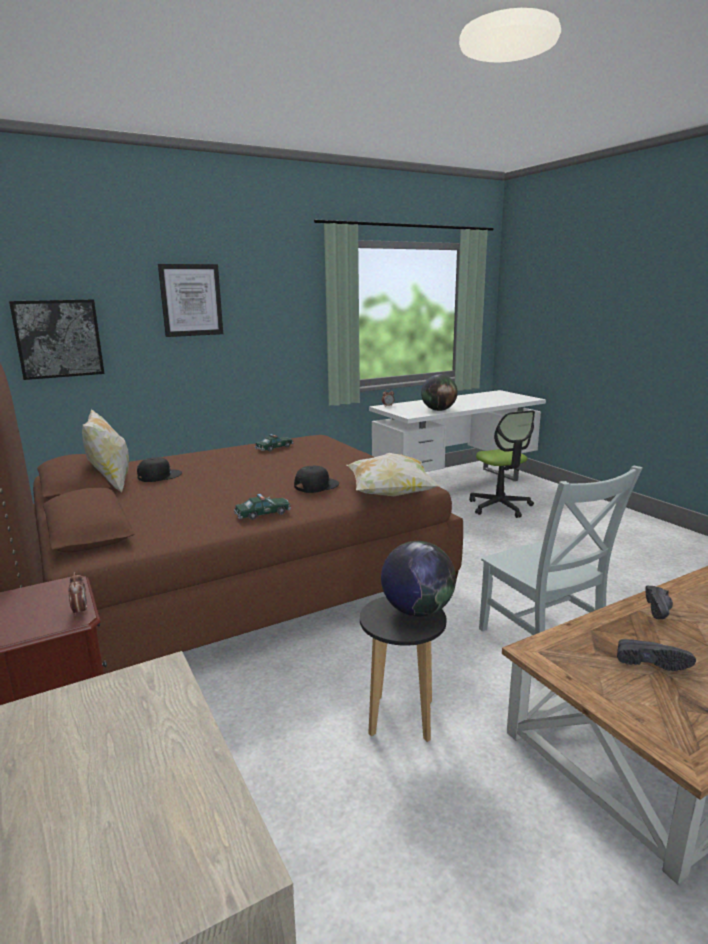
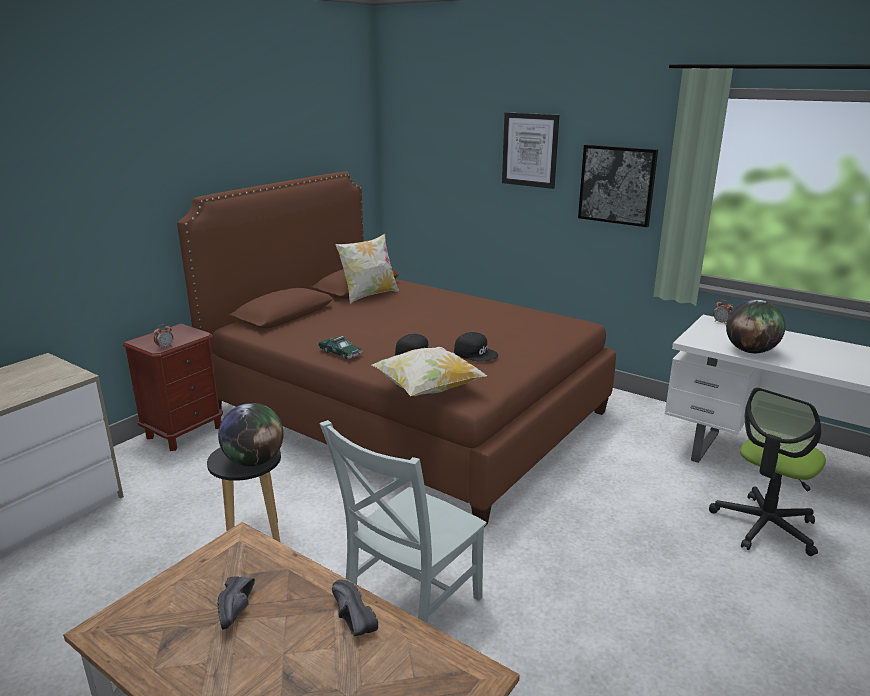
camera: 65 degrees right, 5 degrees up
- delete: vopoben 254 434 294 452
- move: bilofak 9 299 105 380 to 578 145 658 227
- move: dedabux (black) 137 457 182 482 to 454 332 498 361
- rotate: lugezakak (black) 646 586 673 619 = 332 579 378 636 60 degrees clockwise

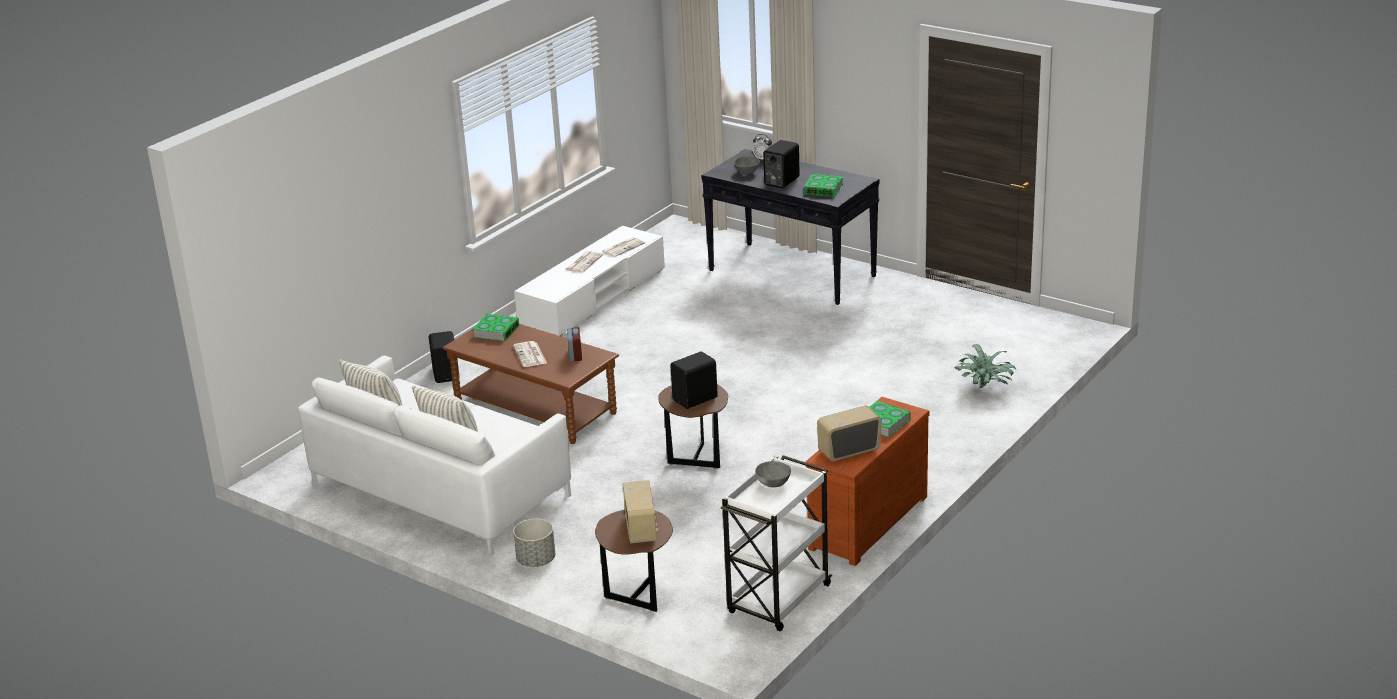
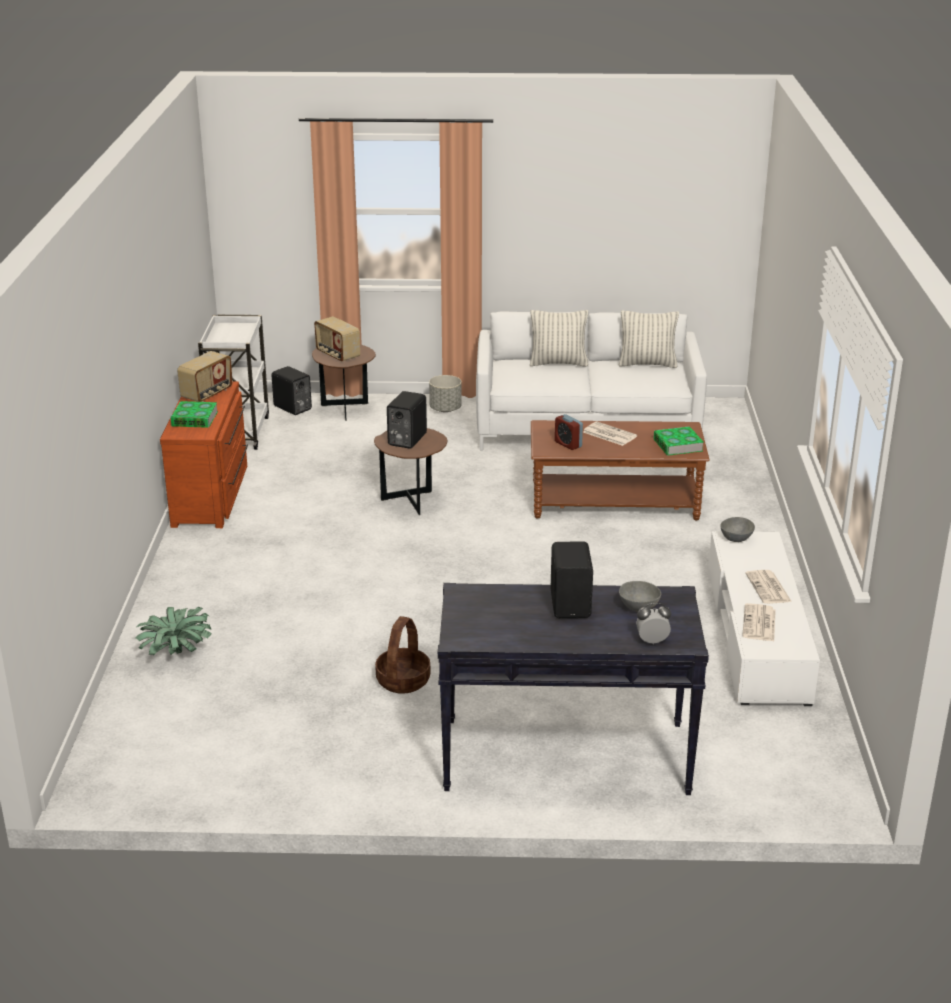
camera: 145 degrees right, 0 degrees up
- delete: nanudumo 804 174 843 197
- insert: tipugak 375 616 431 694
- move: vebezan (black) 429 331 460 383 to 271 366 312 415
- move: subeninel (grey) 755 461 791 488 to 721 517 755 542

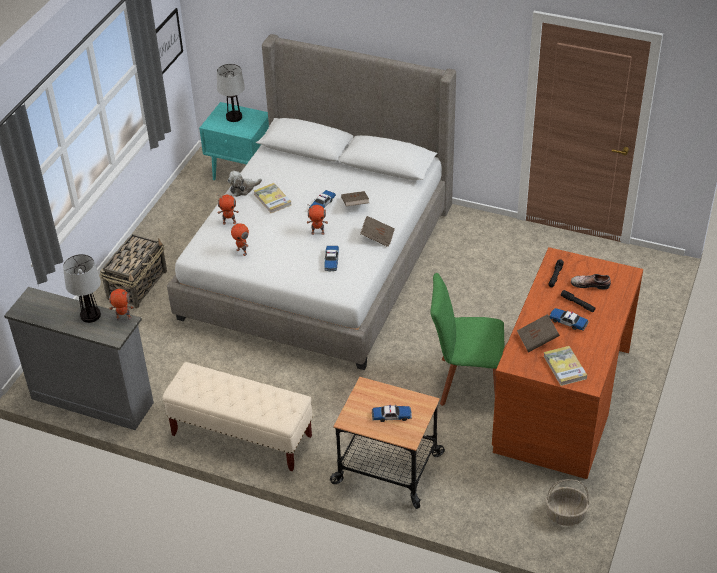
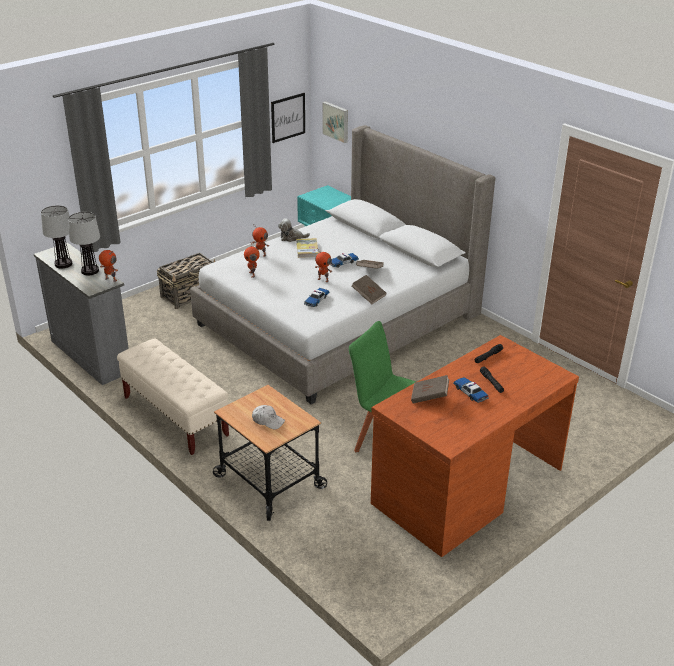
camera: 25 degrees right, 10 degrees down
- delete: nanudumo 543 346 587 386
- delete: tipugak 545 479 590 526
- delete: lugezakak 571 274 611 289
- insert: bilofak 322 101 348 143
- move: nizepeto 217 64 245 122 to 41 205 72 268
- replace: vopoben 372 405 412 422 to dedabux (white) 252 405 285 430

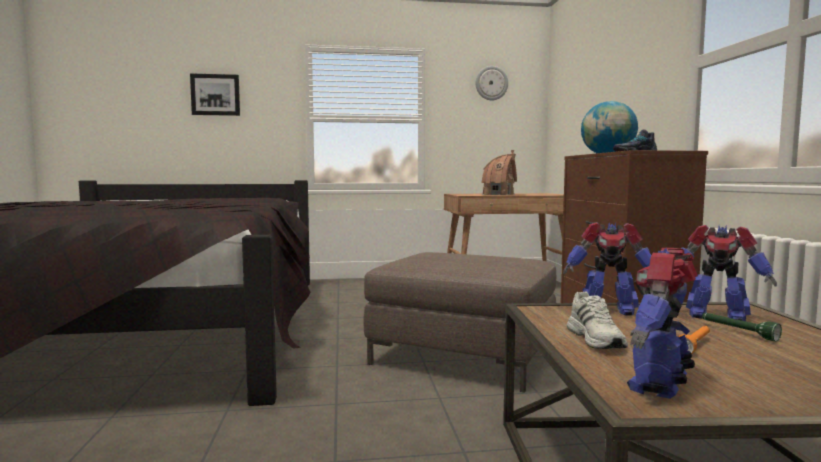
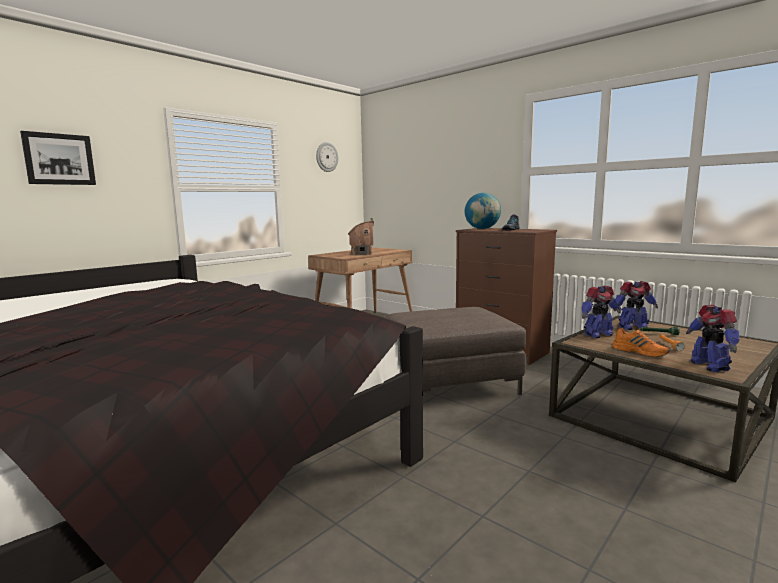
camera: 40 degrees left, 5 degrees up
- recolor: lugezakak (white) 567 291 628 349 to lugezakak (orange) 612 328 669 357

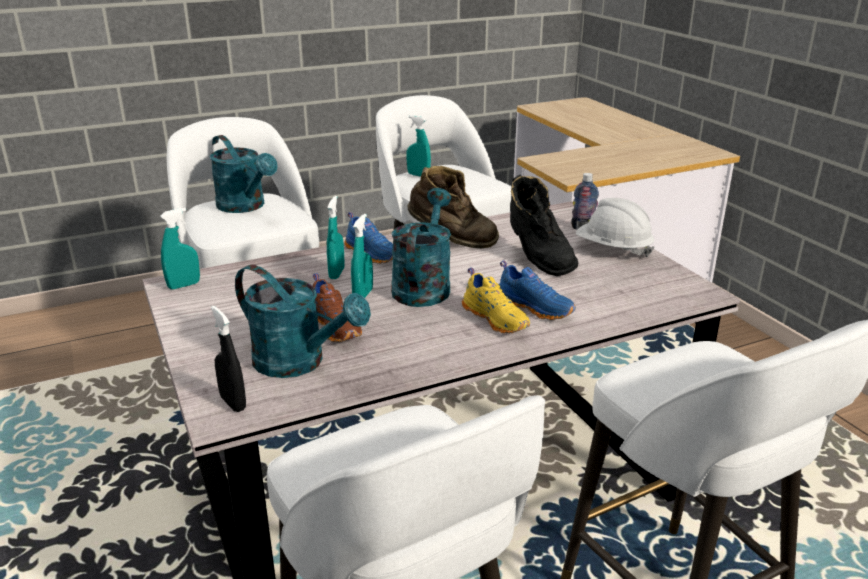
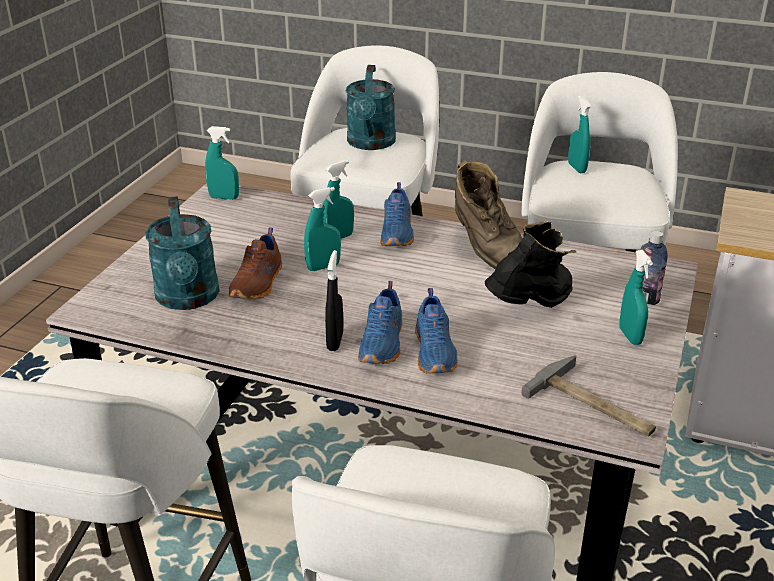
camera: 45 degrees right, 5 degrees up
- delete: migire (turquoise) 391 188 451 307
- insert: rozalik 521 355 656 437
- move: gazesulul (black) 211 306 246 412 to 325 250 343 351
- replace: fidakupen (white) 576 198 655 257 to gazesulul (turquoise) 619 250 653 345
- recolor: lugezakak (yellow) 462 267 530 334 to lugezakak (blue) 358 281 403 364
- rotate: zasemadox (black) 510 175 578 276 = 485 221 576 308 150 degrees counterclockwise

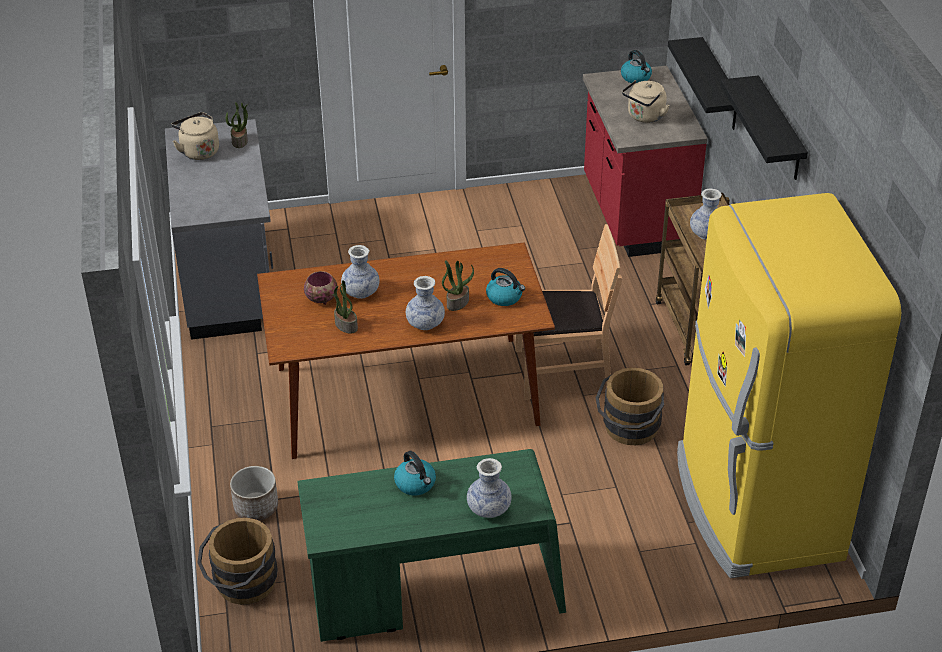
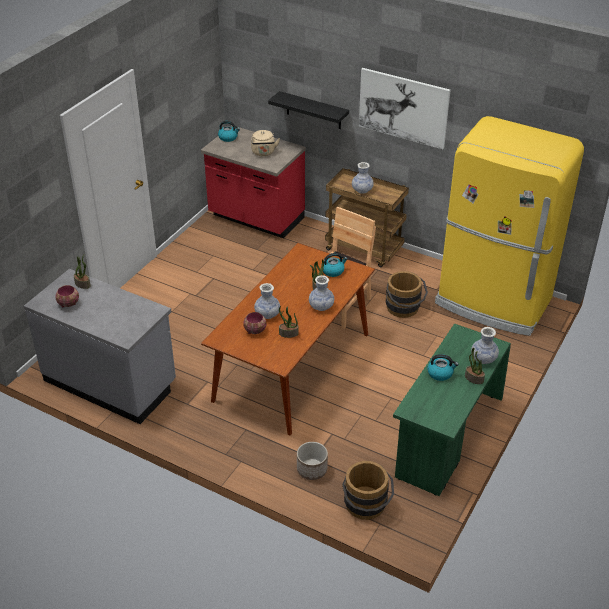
camera: 50 degrees left, 0 degrees up
- insert: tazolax 465 348 485 384
- replace: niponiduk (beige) 171 112 219 160 to subeninel 56 285 79 308
- replace: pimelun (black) 720 75 808 180 to bilofak 359 68 450 149

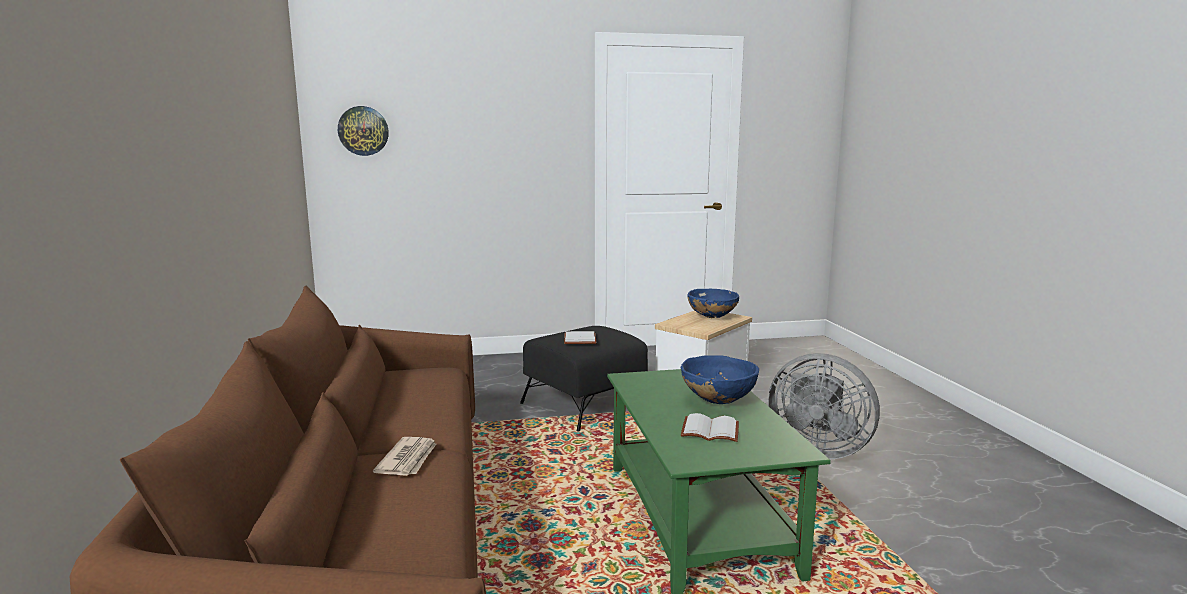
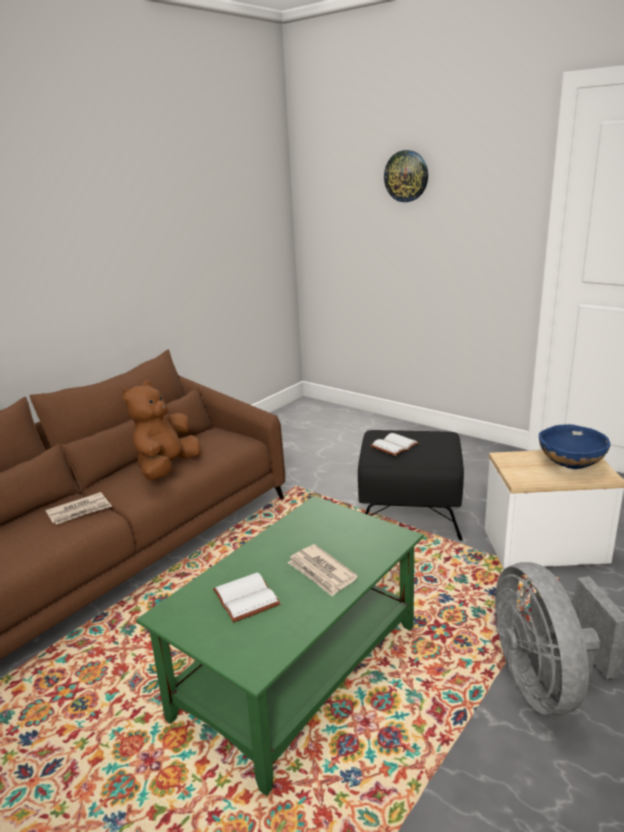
camera: 50 degrees right, 10 degrees up
- insert: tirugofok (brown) 122 381 201 480
- move: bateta 338 106 389 156 to 384 150 428 202
- replace: subeninel (blue) 680 355 759 404 to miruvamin 287 544 358 597

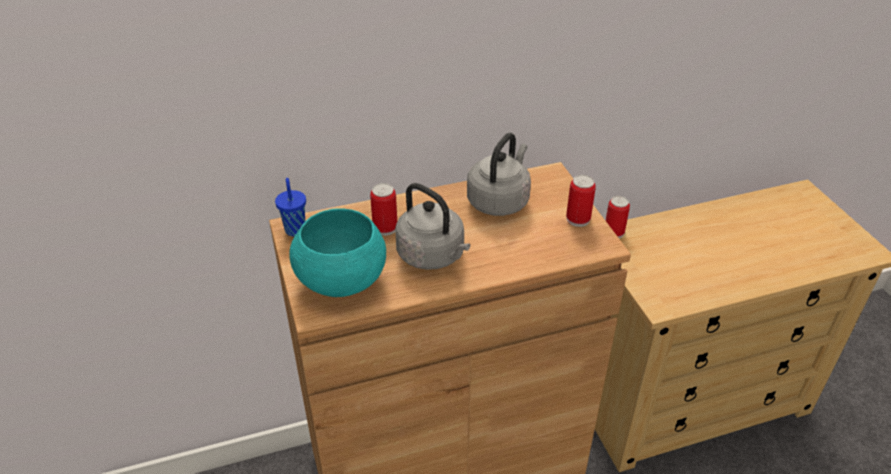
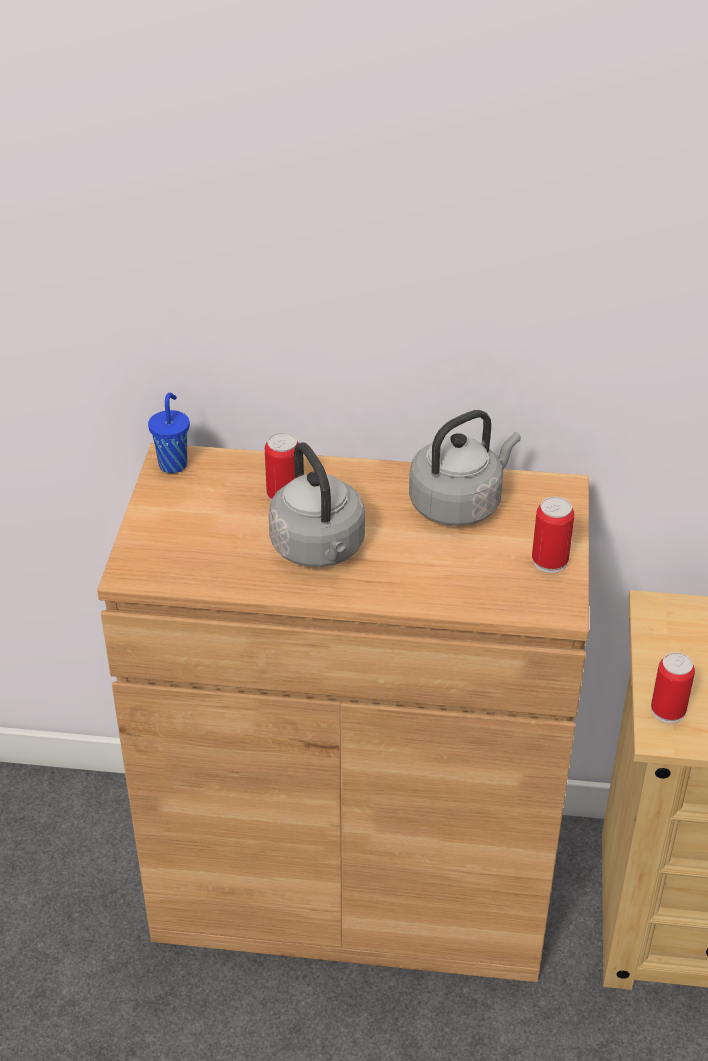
camera: 25 degrees right, 0 degrees up
- delete: subeninel (turquoise) 289 208 386 297
- move: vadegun 606 196 630 238 to 651 652 695 724

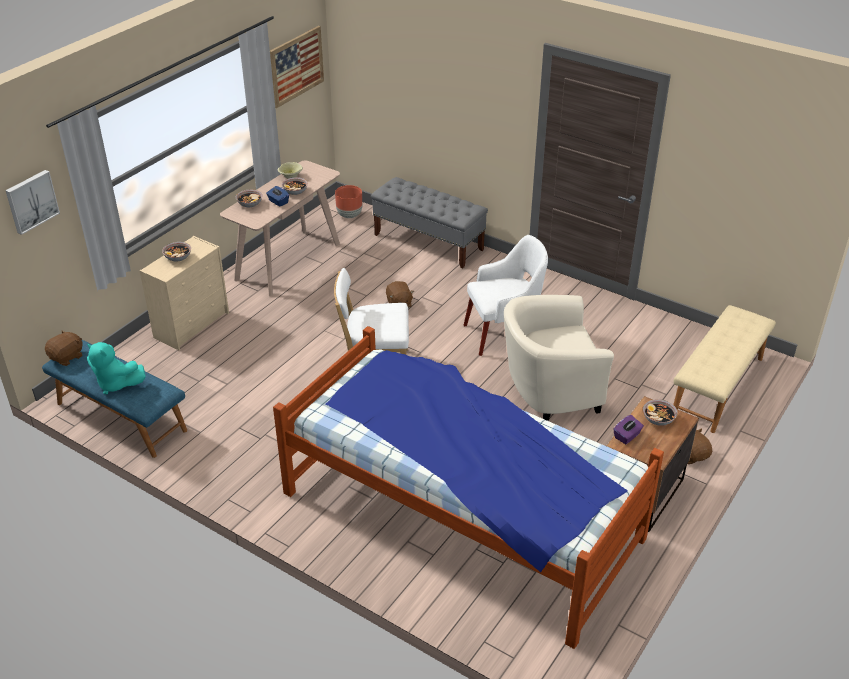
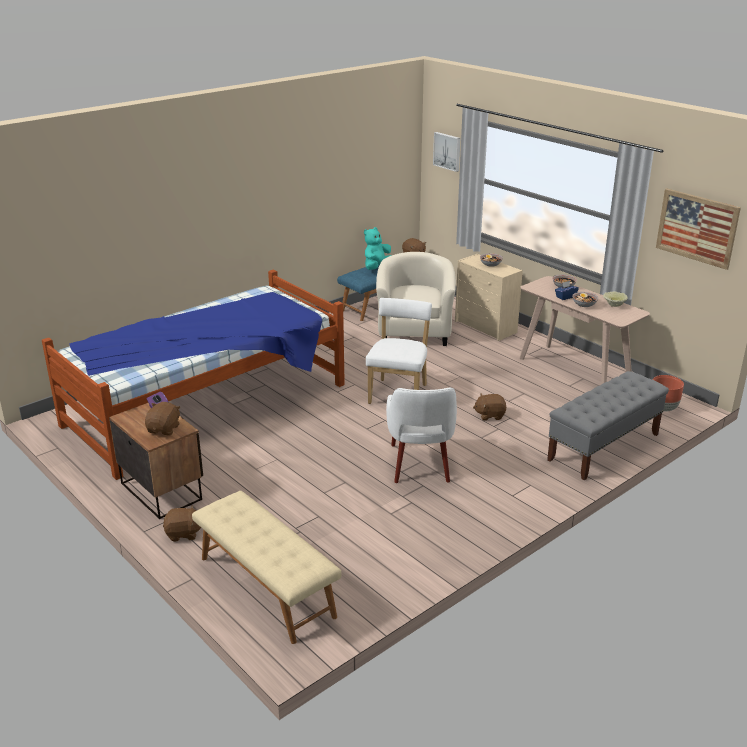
camera: 105 degrees right, 10 degrees down
- move: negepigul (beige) 504 295 614 421 to 376 252 456 346
- replace: subeninel 643 399 678 426 to tirugofok (brown) 145 402 181 436

